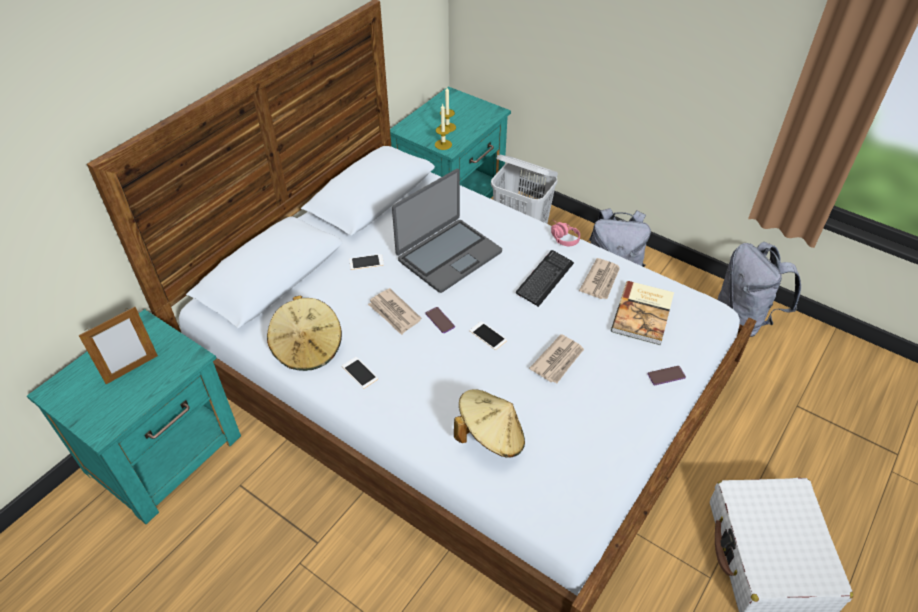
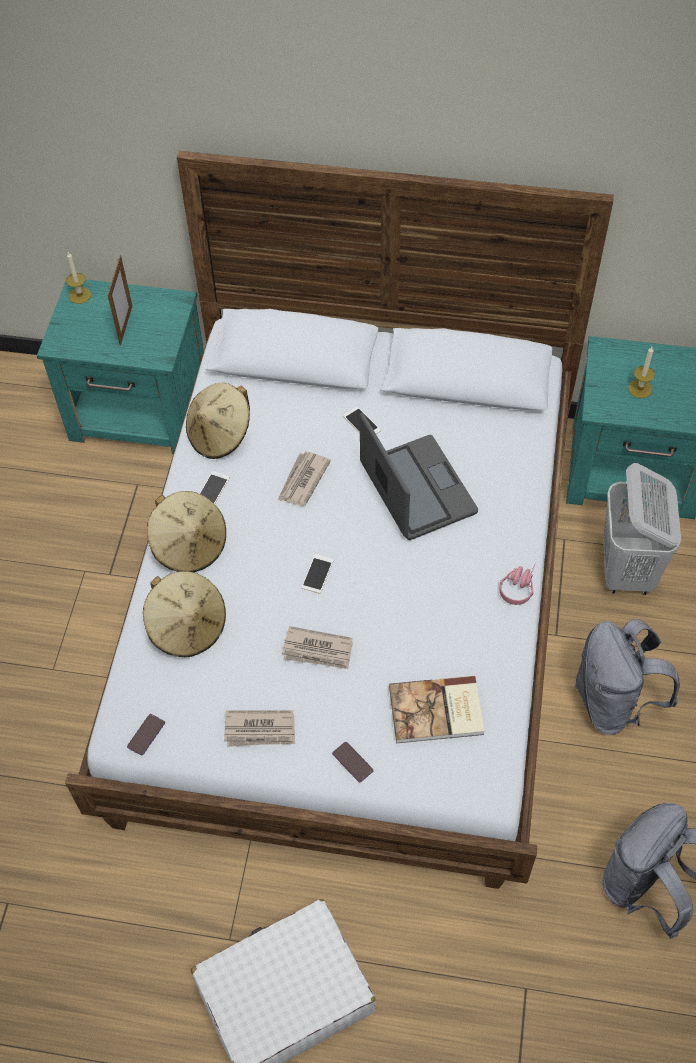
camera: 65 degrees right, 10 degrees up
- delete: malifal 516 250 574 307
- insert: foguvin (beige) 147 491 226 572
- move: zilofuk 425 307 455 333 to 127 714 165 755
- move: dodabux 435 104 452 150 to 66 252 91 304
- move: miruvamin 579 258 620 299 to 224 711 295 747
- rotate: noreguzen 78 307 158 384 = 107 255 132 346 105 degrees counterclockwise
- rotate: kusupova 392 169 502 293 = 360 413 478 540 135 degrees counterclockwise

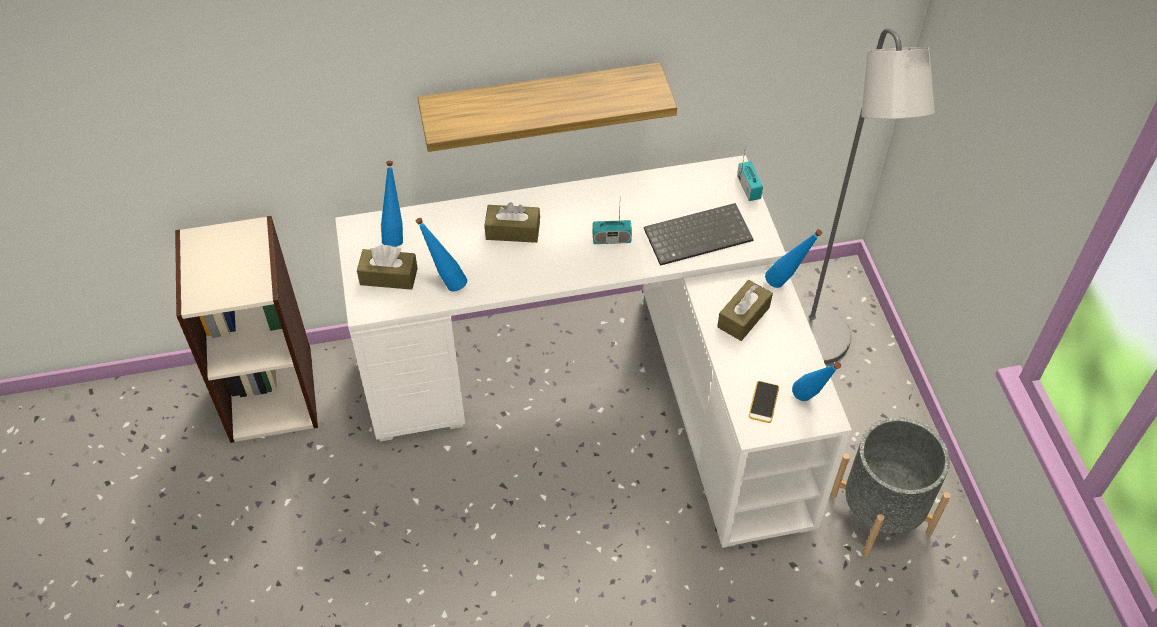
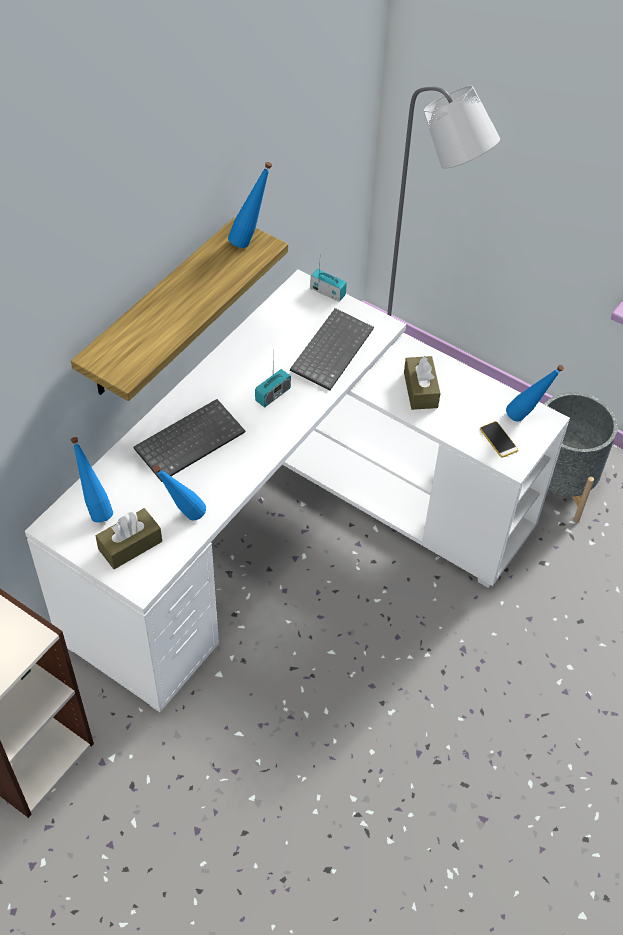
camera: 45 degrees left, 0 degrees up
- move: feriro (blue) 765 229 822 288 to 228 162 272 248
- replace: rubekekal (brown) 484 202 540 243 to malifal 134 399 245 482

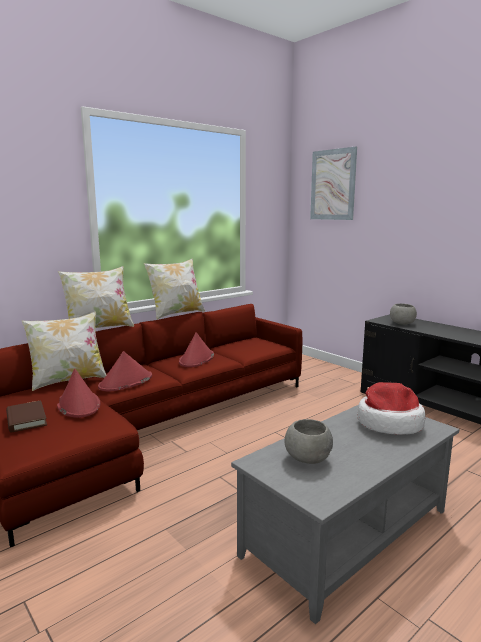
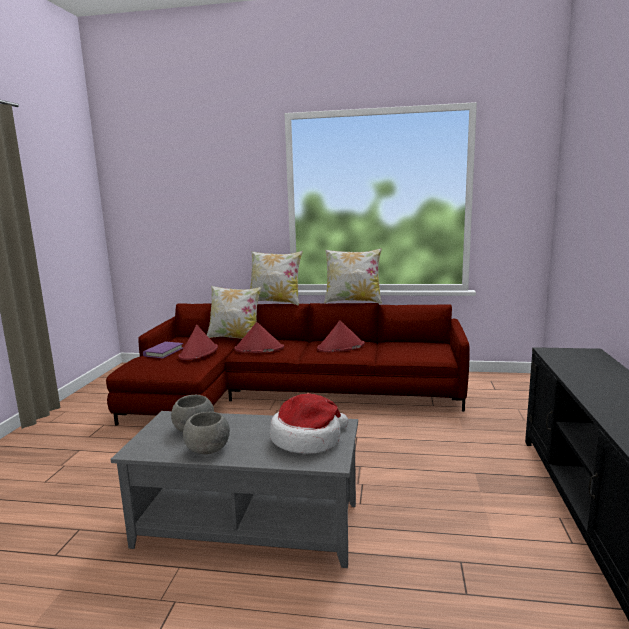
camera: 50 degrees right, 0 degrees up
- delete: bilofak 310 147 357 220
- move: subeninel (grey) 390 304 417 325 to 183 412 230 454
- recolor: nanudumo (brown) 6 400 47 433 to nanudumo (purple) 143 342 183 358

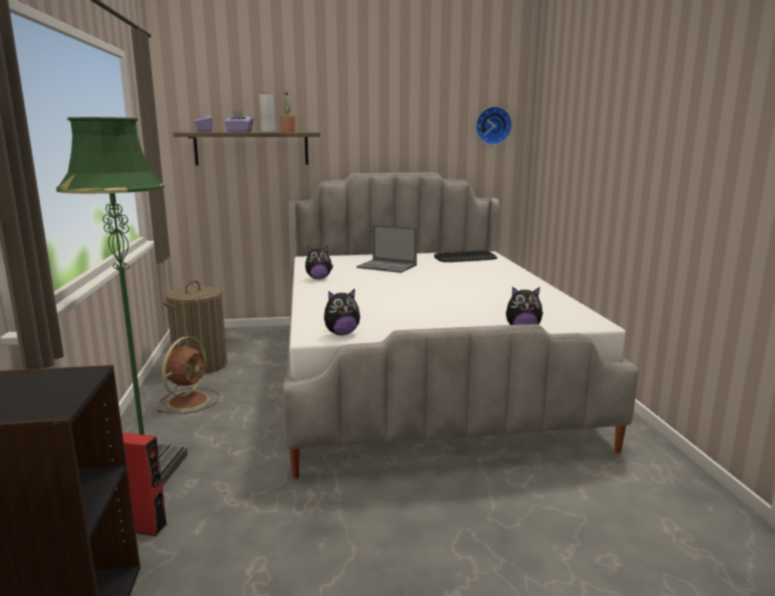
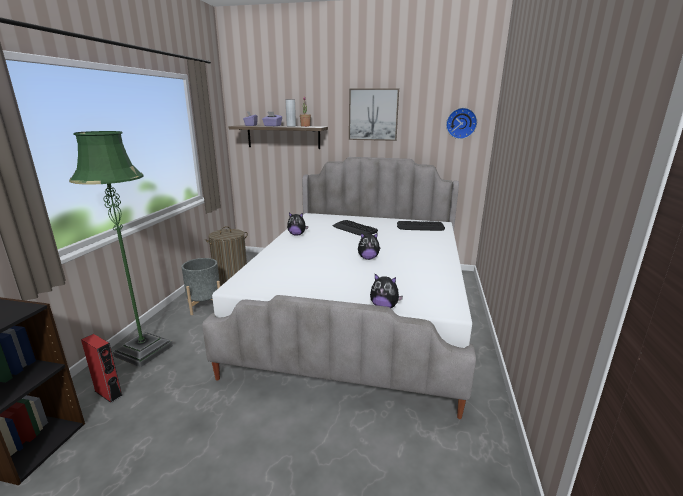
camera: 20 degrees right, 5 degrees up
- insert: bilofak 349 88 399 141
- move: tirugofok 324 289 360 335 to 358 233 381 260
- replace: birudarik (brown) 158 336 219 414 to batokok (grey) 181 258 220 315
- replace: kusupova 356 225 417 273 to malifal 333 220 378 236

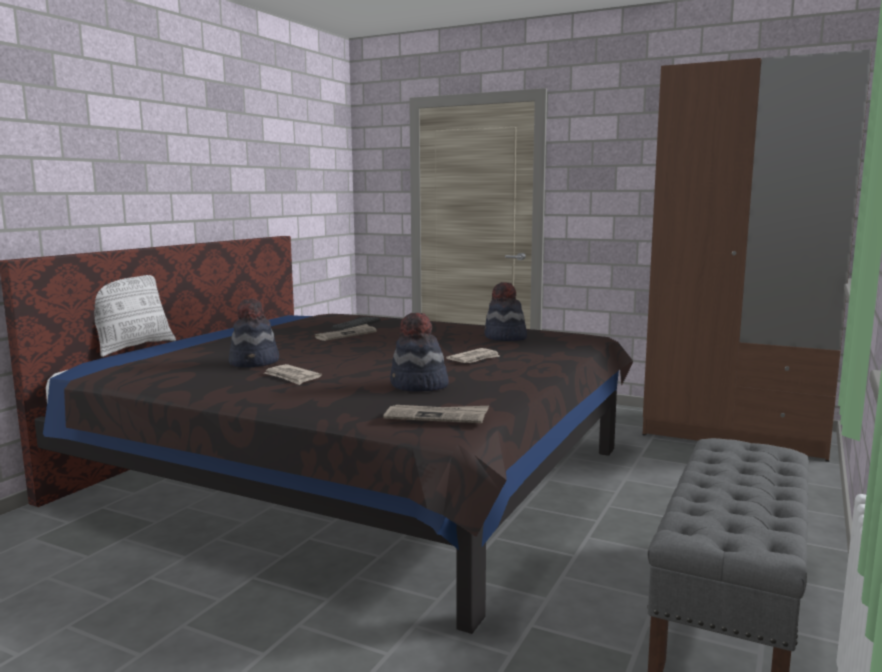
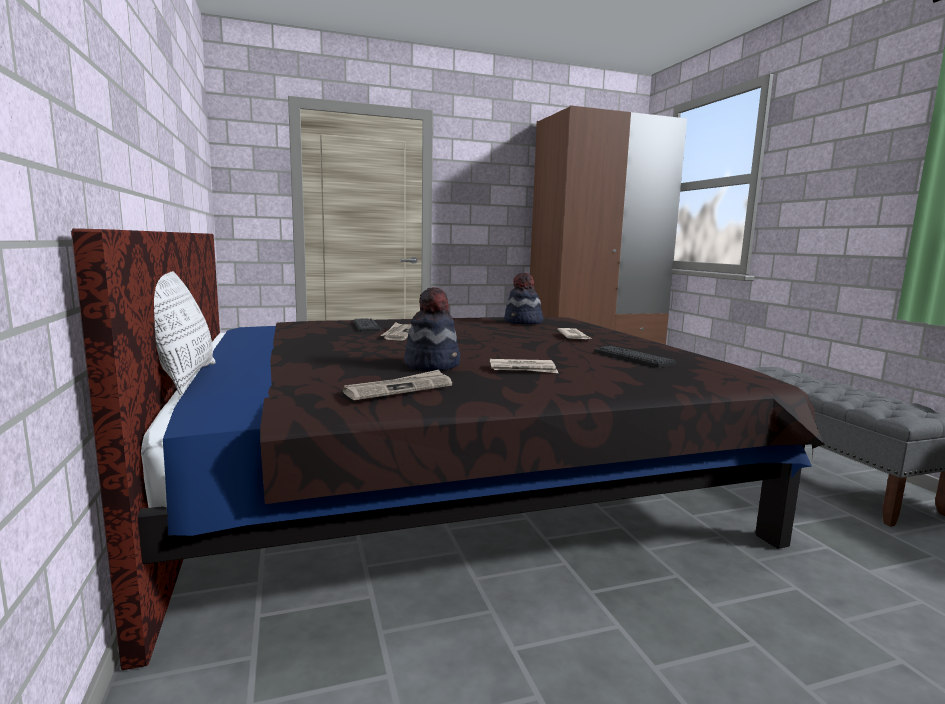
camera: 45 degrees left, 0 degrees up
- move: miruvamin 383 405 489 423 to 342 370 452 400
- replace: foguvin 390 313 449 392 to malifal 594 346 676 367

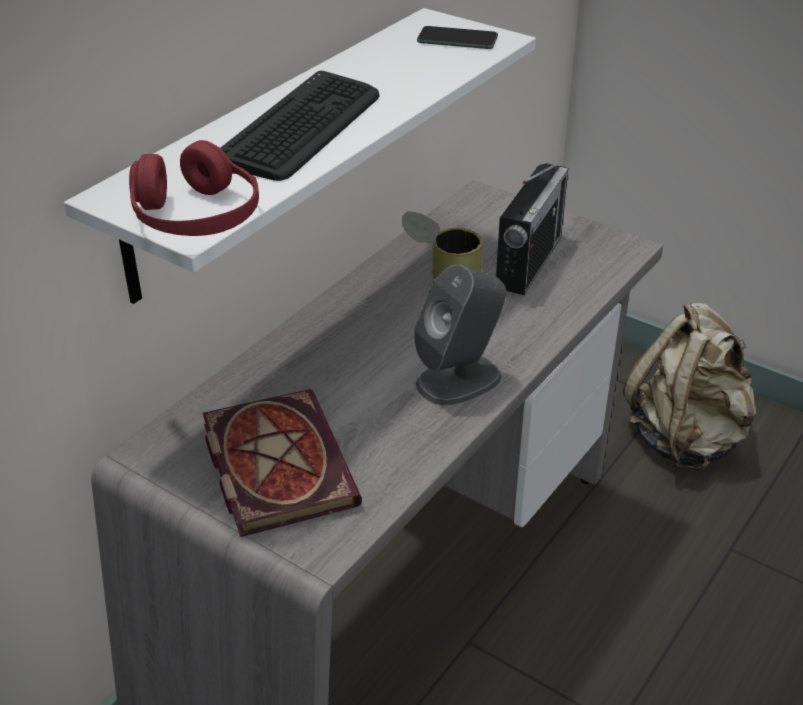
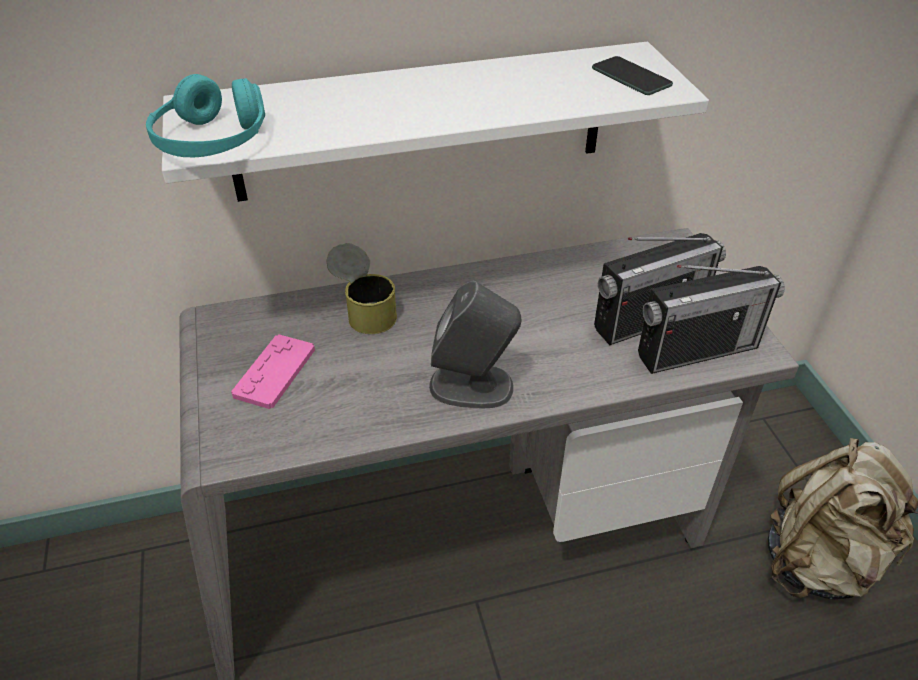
camera: 40 degrees right, 5 degrees up
- delete: malifal 220 71 379 181
- insert: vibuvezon 638 265 785 374
- move: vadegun 401 211 483 279 to 327 243 397 334
- replace: nanudumo 202 389 362 537 to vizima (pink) 231 335 315 409
- recolor: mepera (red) 129 140 259 236 to mepera (turquoise) 146 74 265 157

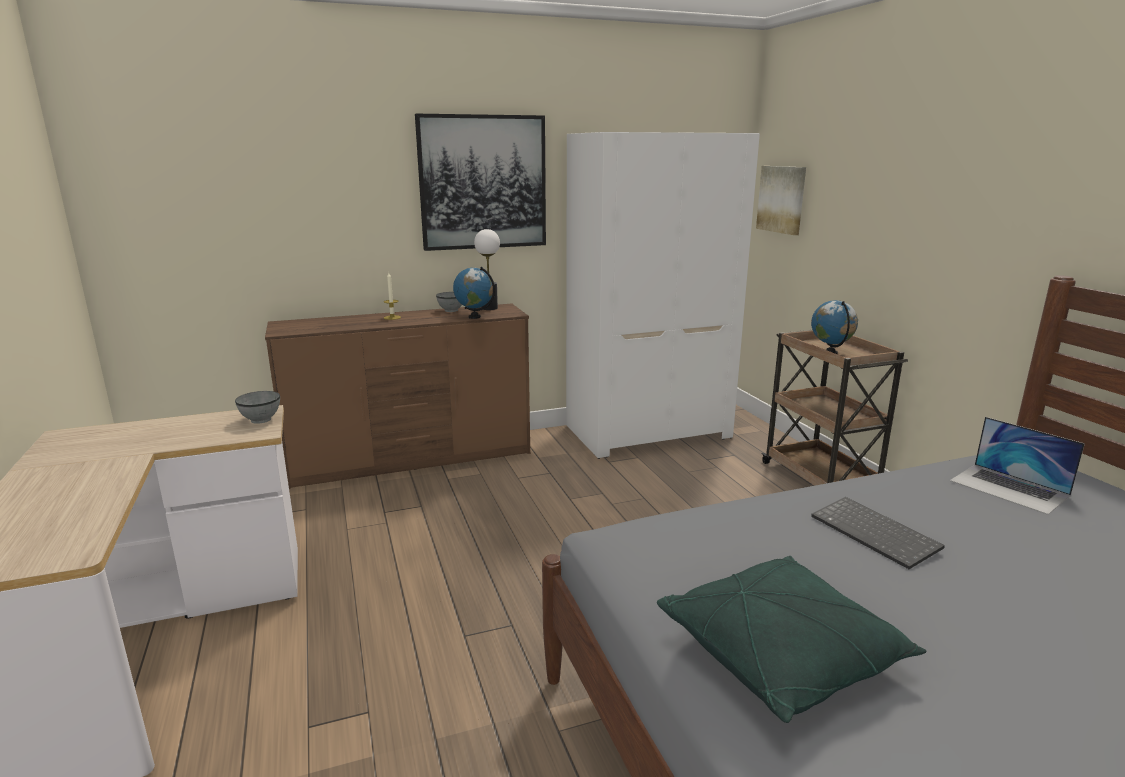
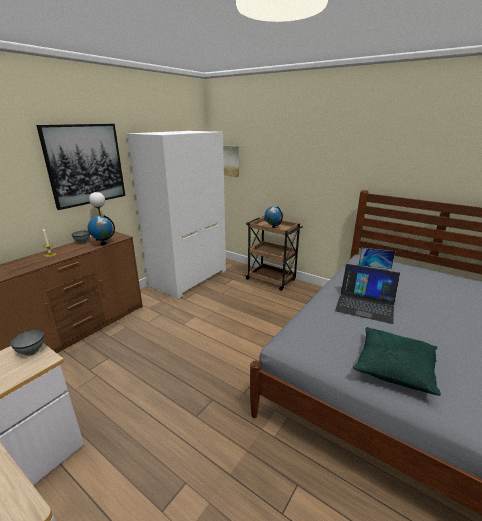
camera: 35 degrees left, 5 degrees up
- replace: malifal 811 497 945 569 to kusupova 335 264 400 324

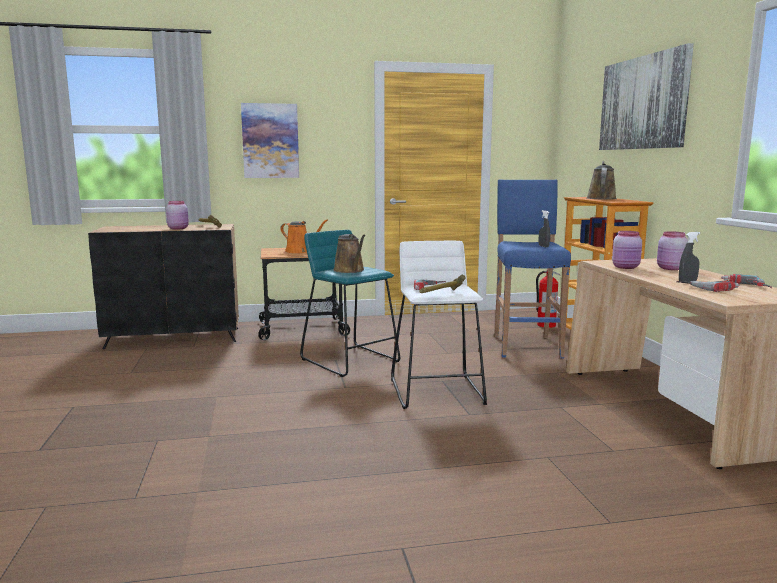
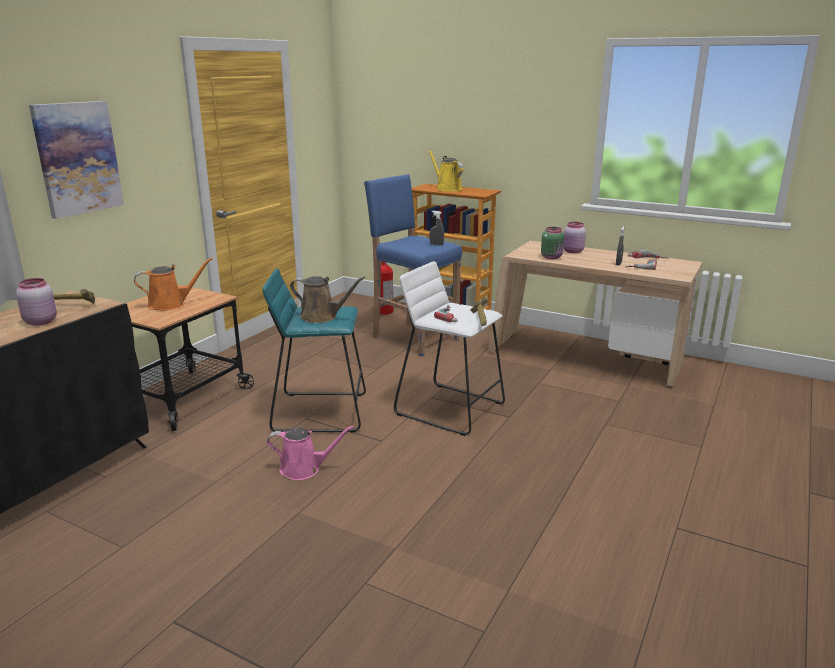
camera: 50 degrees left, 10 degrees up
- delete: bilofak 599 43 694 150
- insert: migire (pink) 267 426 354 480
- recolor: migire (brown) 586 161 616 200 to migire (yellow) 428 150 463 191
- recolor: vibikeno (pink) 612 231 642 269 to vibikeno (green) 541 227 564 259

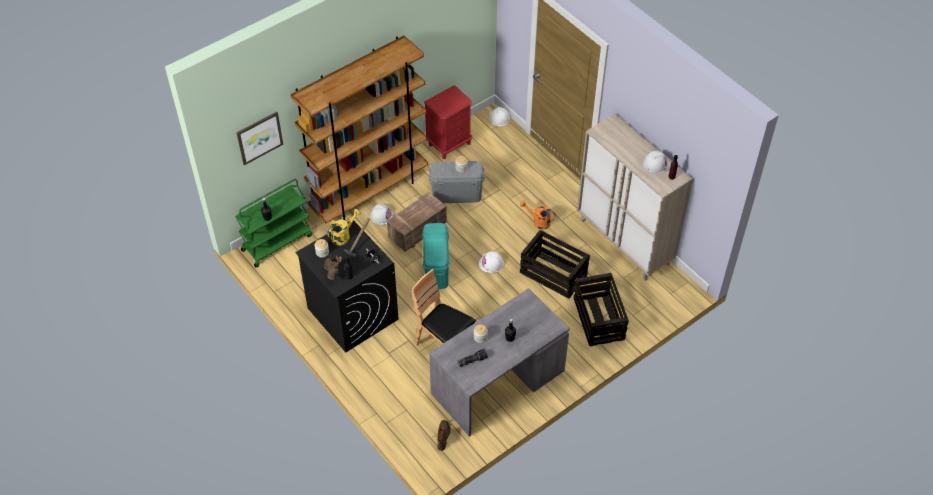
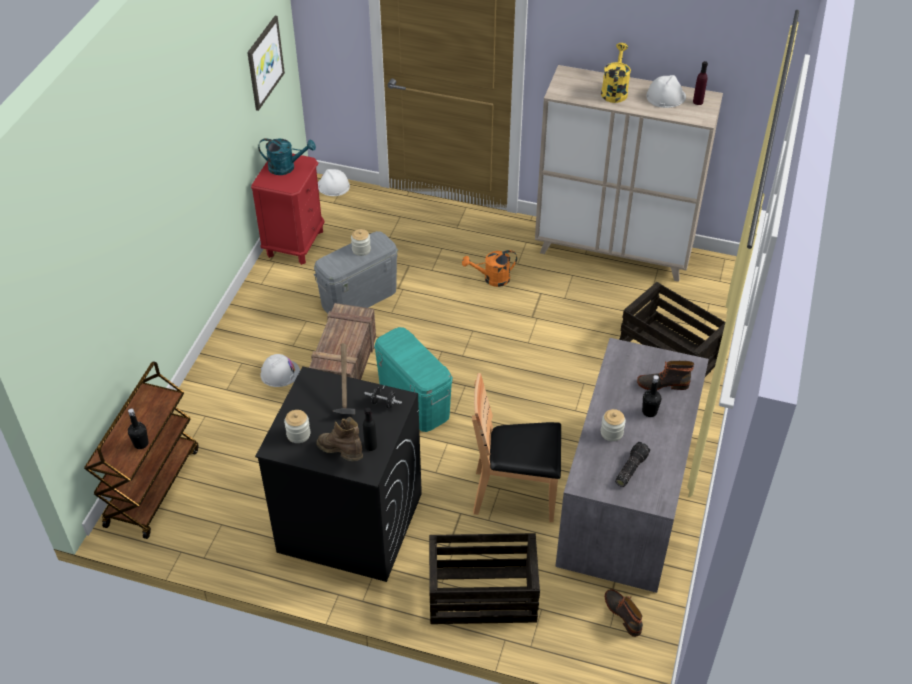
camera: 35 degrees left, 5 degrees down
- delete: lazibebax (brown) 290 35 428 224
- delete: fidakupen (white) 479 251 504 273
- insert: migire (turquoise) 258 138 316 175
- insert: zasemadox 637 361 694 390
- move: bilofak 236 112 283 165 to 247 16 285 111
- move: migire (yellow) 327 209 361 245 to 601 43 631 103
- move: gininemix 520 230 590 299 to 429 533 540 624
- recolor: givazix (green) 235 179 312 267 to givazix (brown) 84 361 199 539

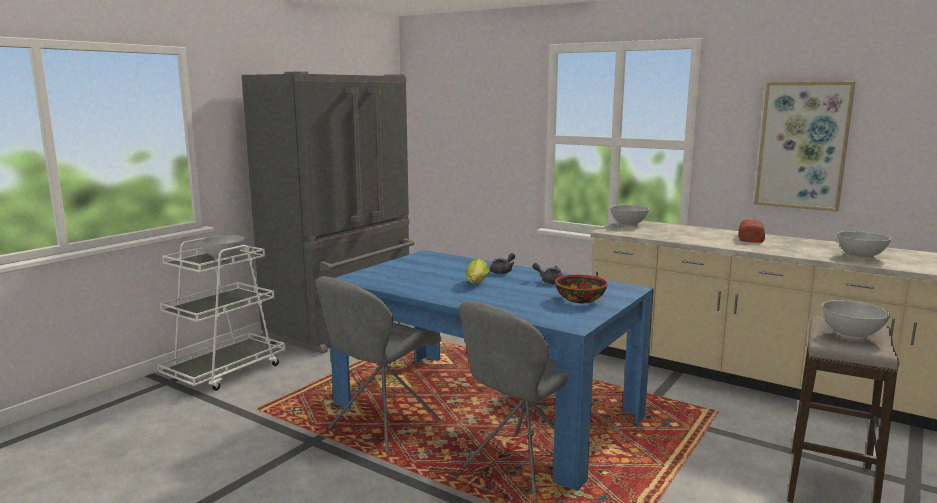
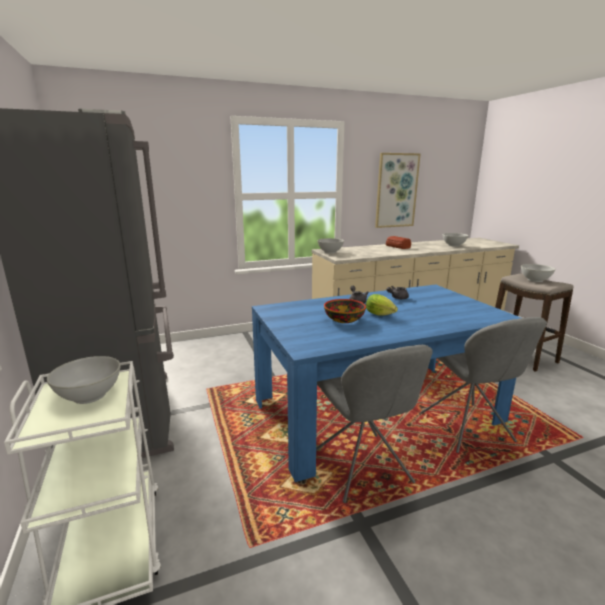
camera: 55 degrees left, 5 degrees up
- move: subeninel 555 275 608 303 to 324 299 366 323

